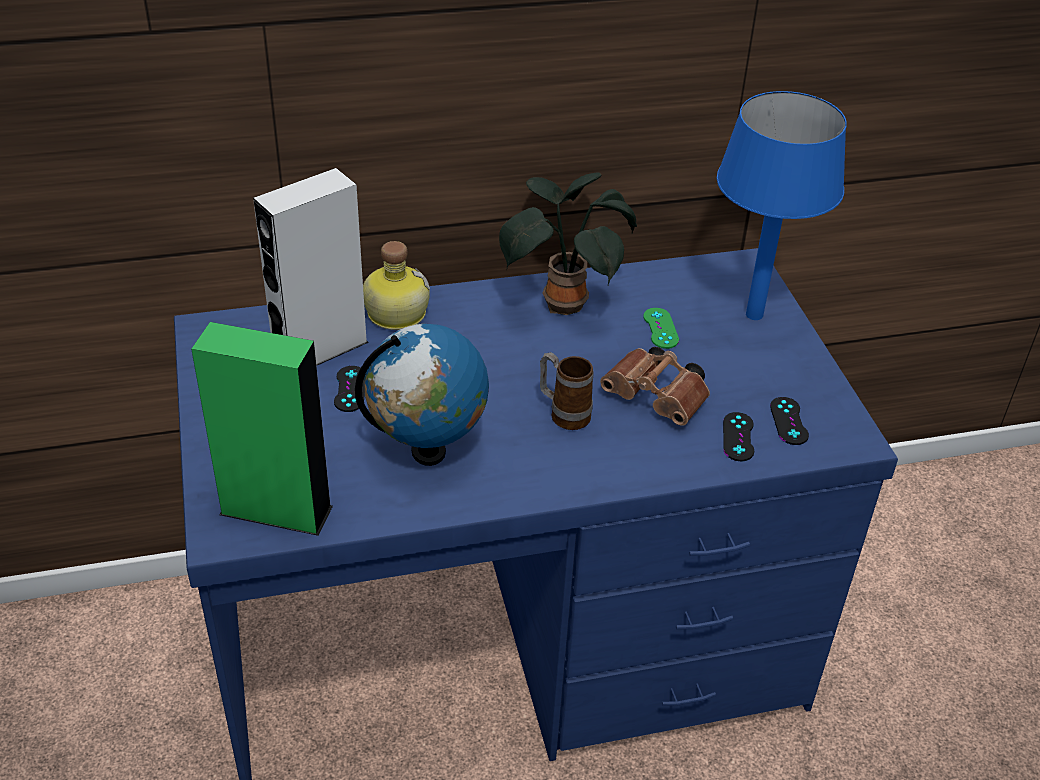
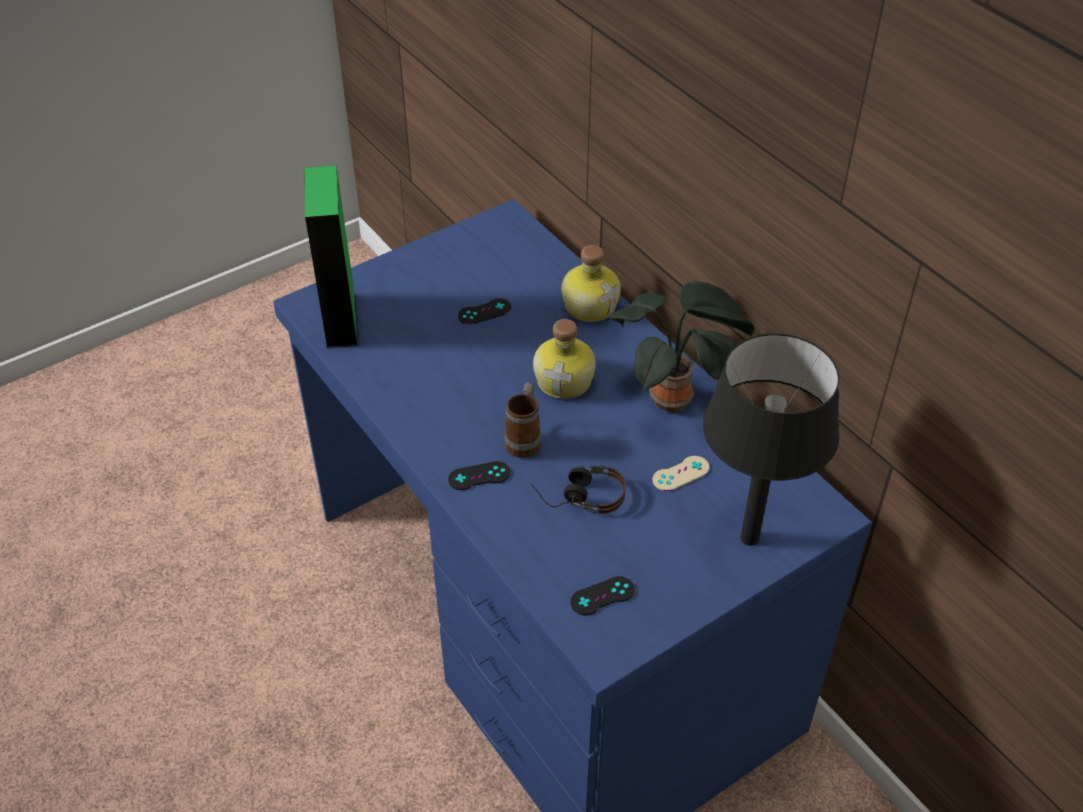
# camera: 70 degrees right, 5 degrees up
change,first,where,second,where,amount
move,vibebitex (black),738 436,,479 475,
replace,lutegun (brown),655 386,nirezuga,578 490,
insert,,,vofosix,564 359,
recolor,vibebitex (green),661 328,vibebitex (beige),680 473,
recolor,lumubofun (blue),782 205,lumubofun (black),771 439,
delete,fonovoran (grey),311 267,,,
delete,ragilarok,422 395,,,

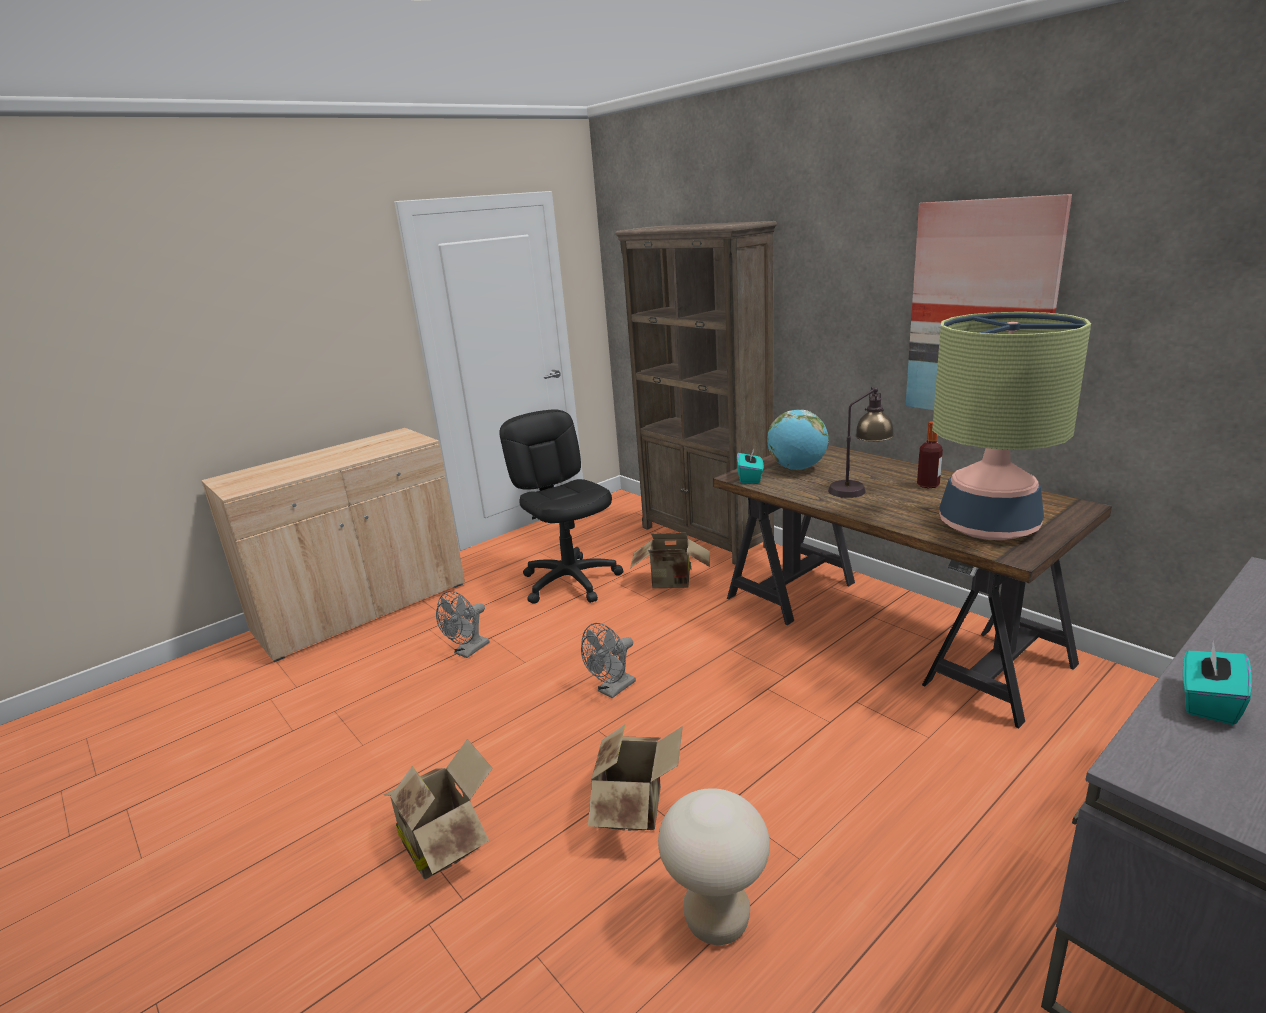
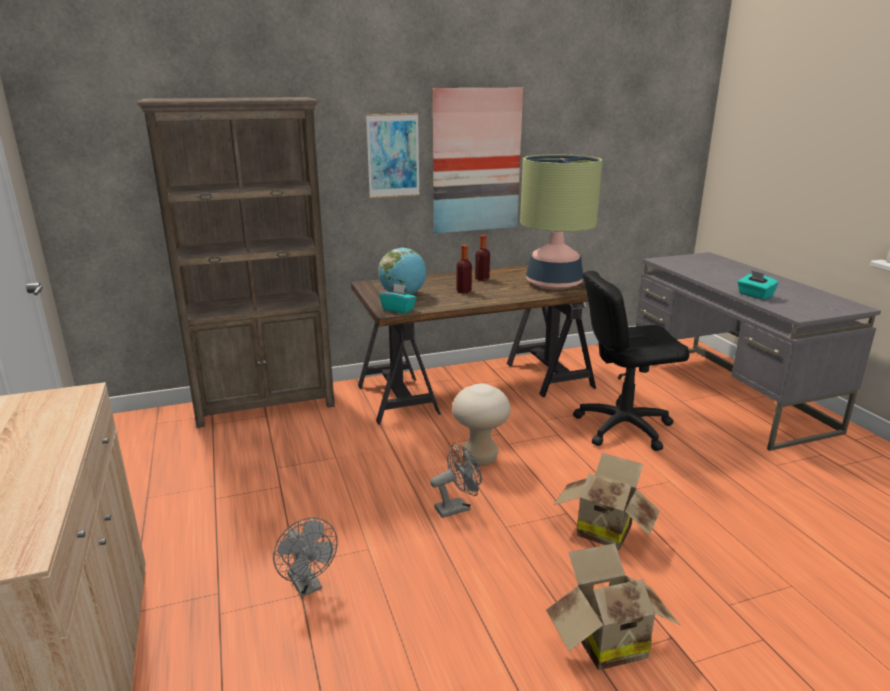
# camera: 70 degrees left, 0 degrees up
change,first,where,second,where,amount
insert,,,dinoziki,393 155,
rotate,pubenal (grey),608 660,,456 481,90 degrees counterclockwise
move,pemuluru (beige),714 866,,481 424,
replace,lumubofun,861 442,vofosix,464 269,
move,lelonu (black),561 506,,631 361,
delete,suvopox,670 560,,,

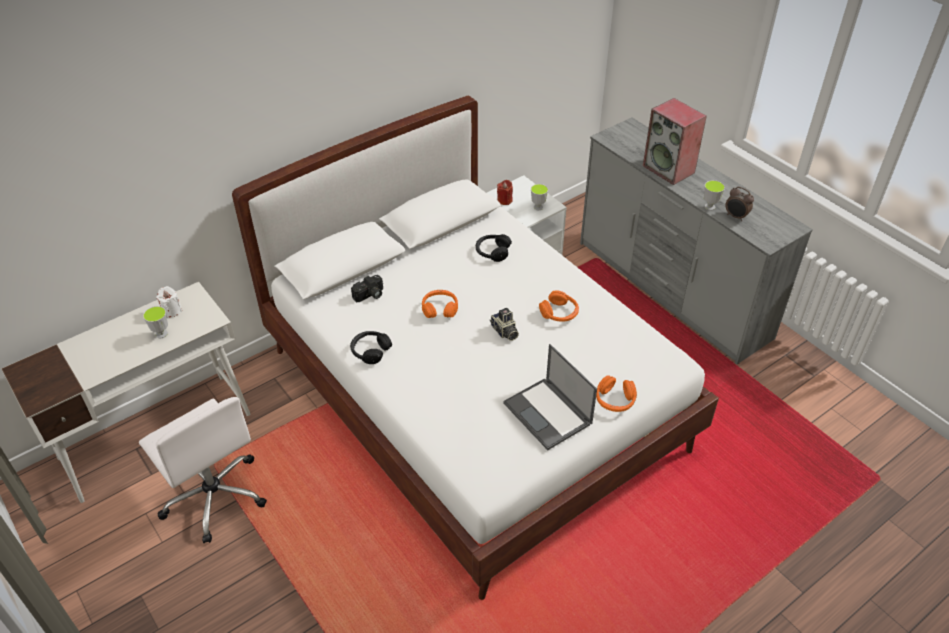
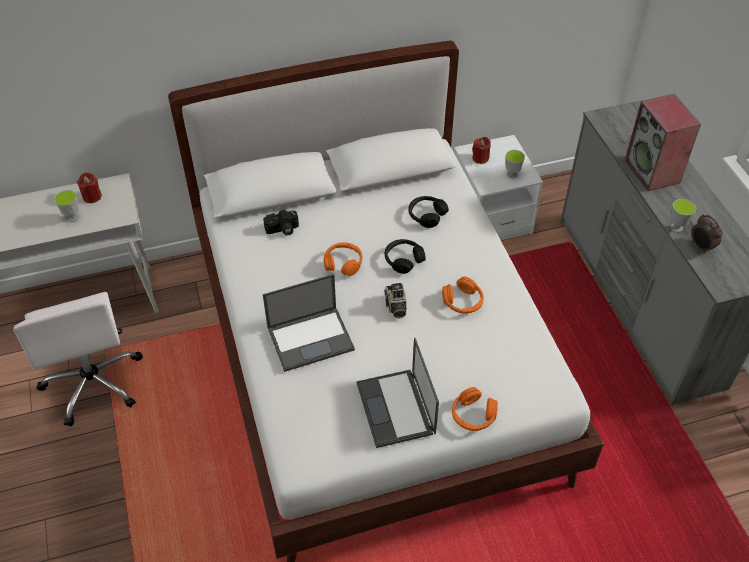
# camera: 20 degrees right, 5 degrees up
change,first,where,second,where,amount
recolor,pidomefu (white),169 301,pidomefu (red),89 187,
insert,,,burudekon,309 323,
move,nirezuga (black),371 347,,405 256,

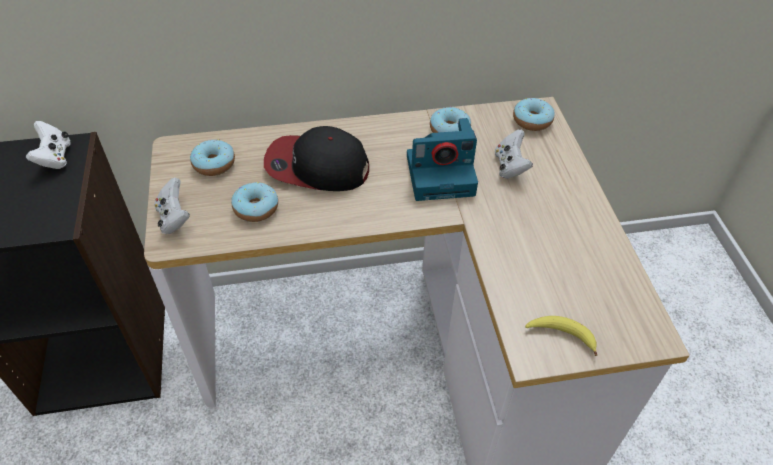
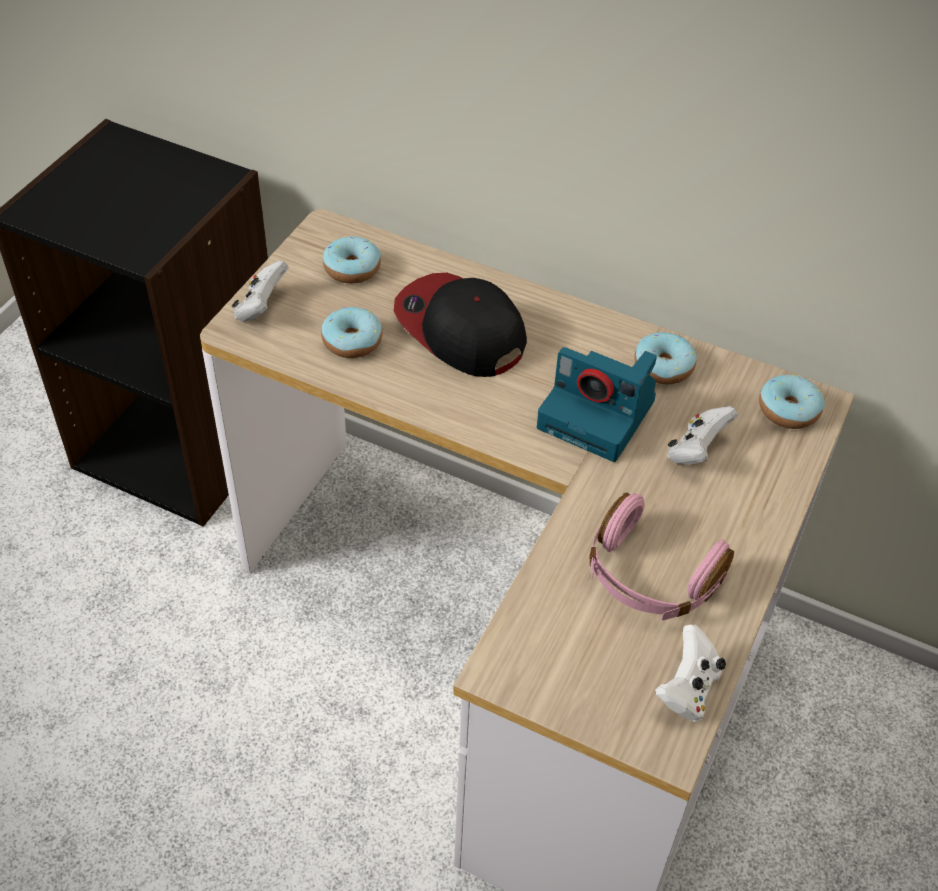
# camera: 35 degrees right, 0 degrees up
change,first,where,second,where,amount
insert,,,nirezuga (pink),662 556,
move,vibebitex (white),48 145,,690 673,
delete,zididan,561 336,,,

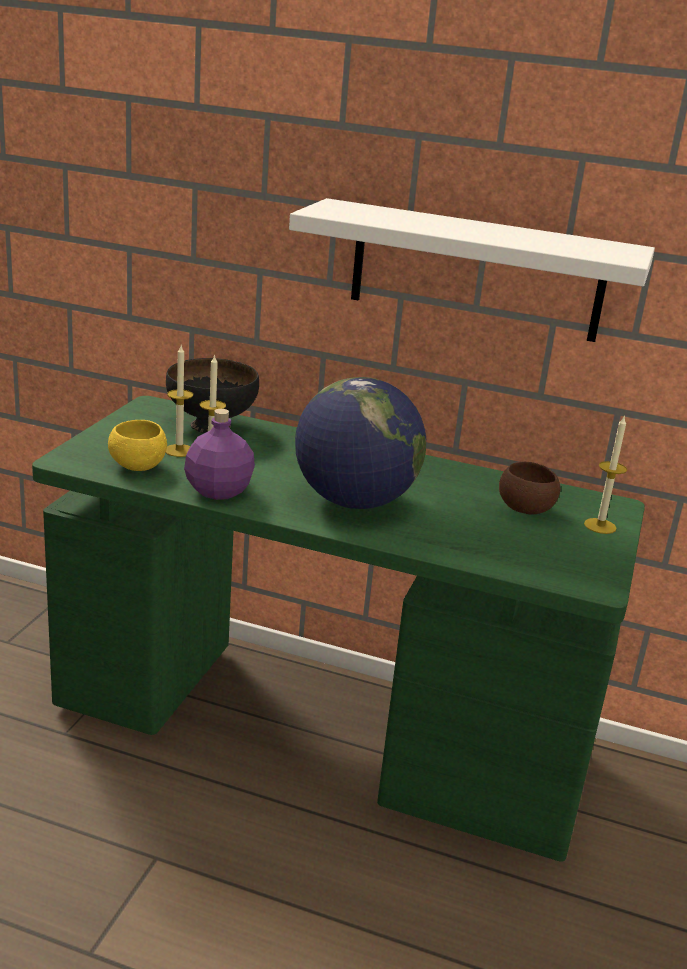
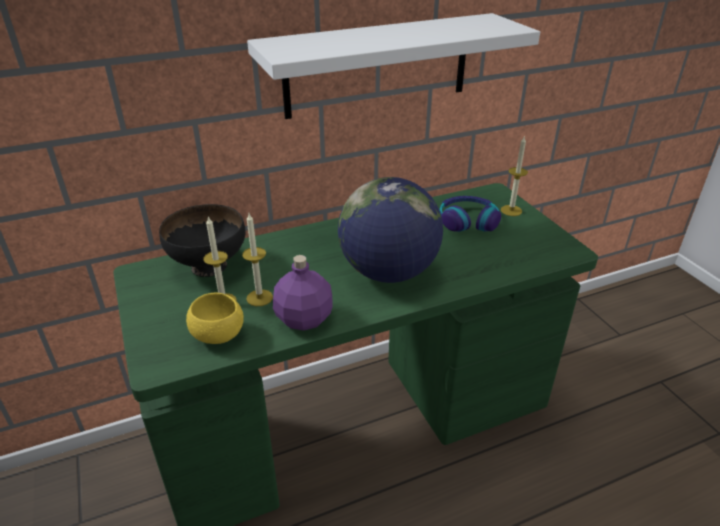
# camera: 40 degrees left, 10 degrees up
change,first,where,second,where,amount
replace,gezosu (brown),530 488,nirezuga,470 214,

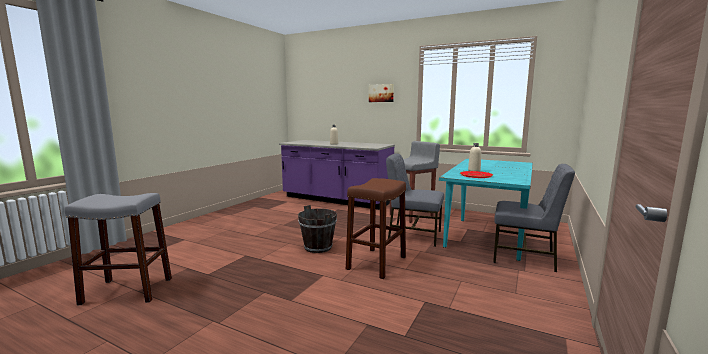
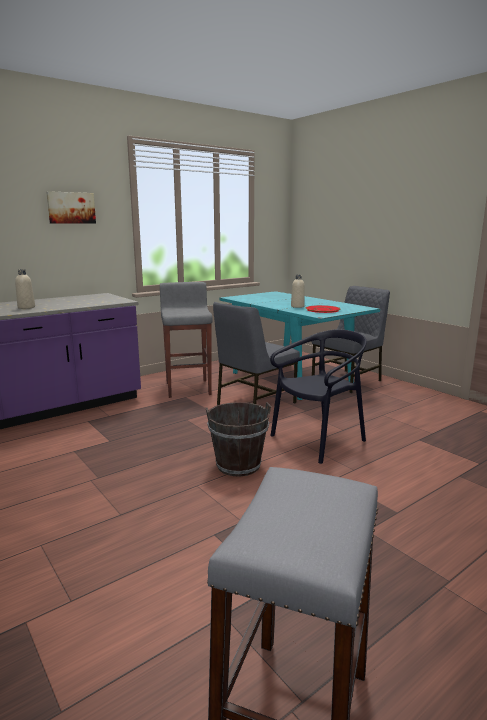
# camera: 65 degrees left, 5 degrees up
change,first,where,second,where,amount
replace,pemuluru (brown),376 228,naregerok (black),318 396,

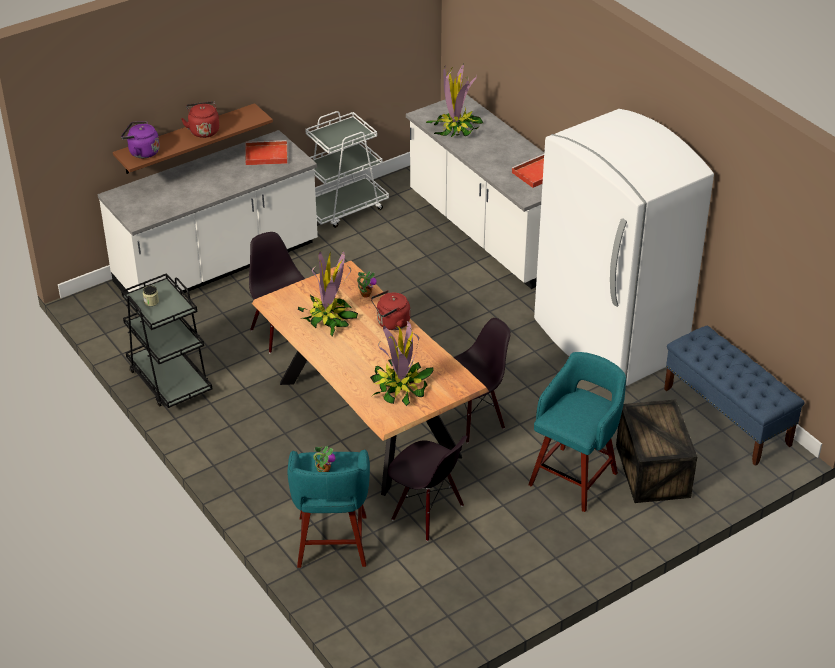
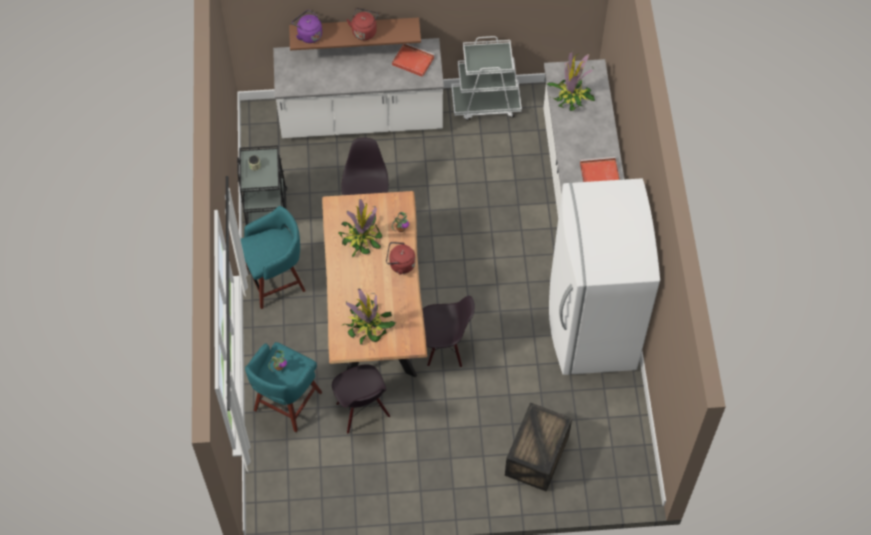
# camera: 30 degrees right, 20 degrees up
change,first,where,second,where,amount
move,pemuluru (turquoise),577 432,,273 257,
delete,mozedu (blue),734 396,,,

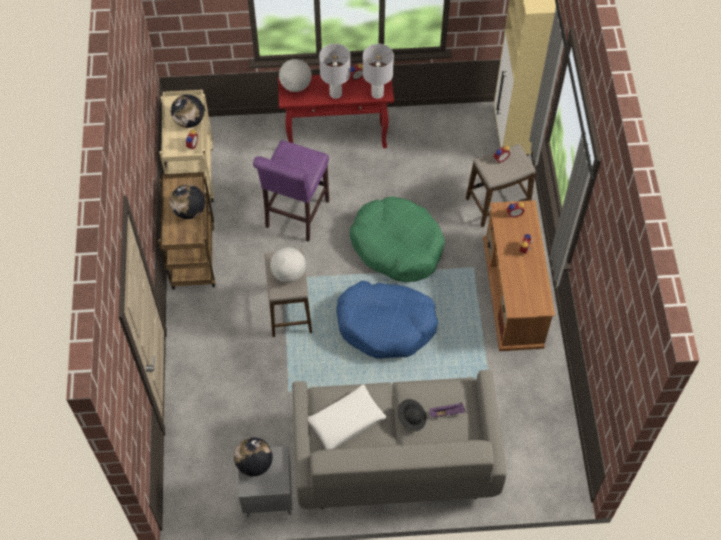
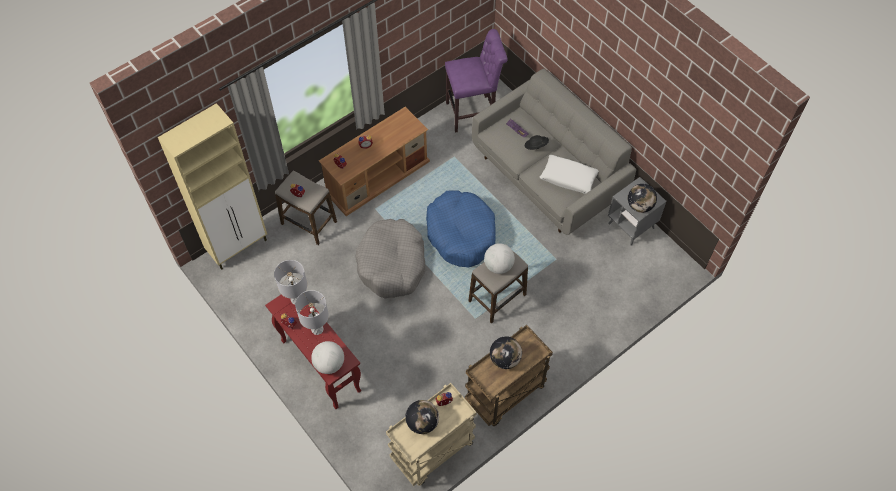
# camera: 125 degrees left, 0 degrees up
change,first,where,second,where,amount
recolor,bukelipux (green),397 239,bukelipux (grey),390 259,
move,pemuluru (purple),291 191,,476 81,

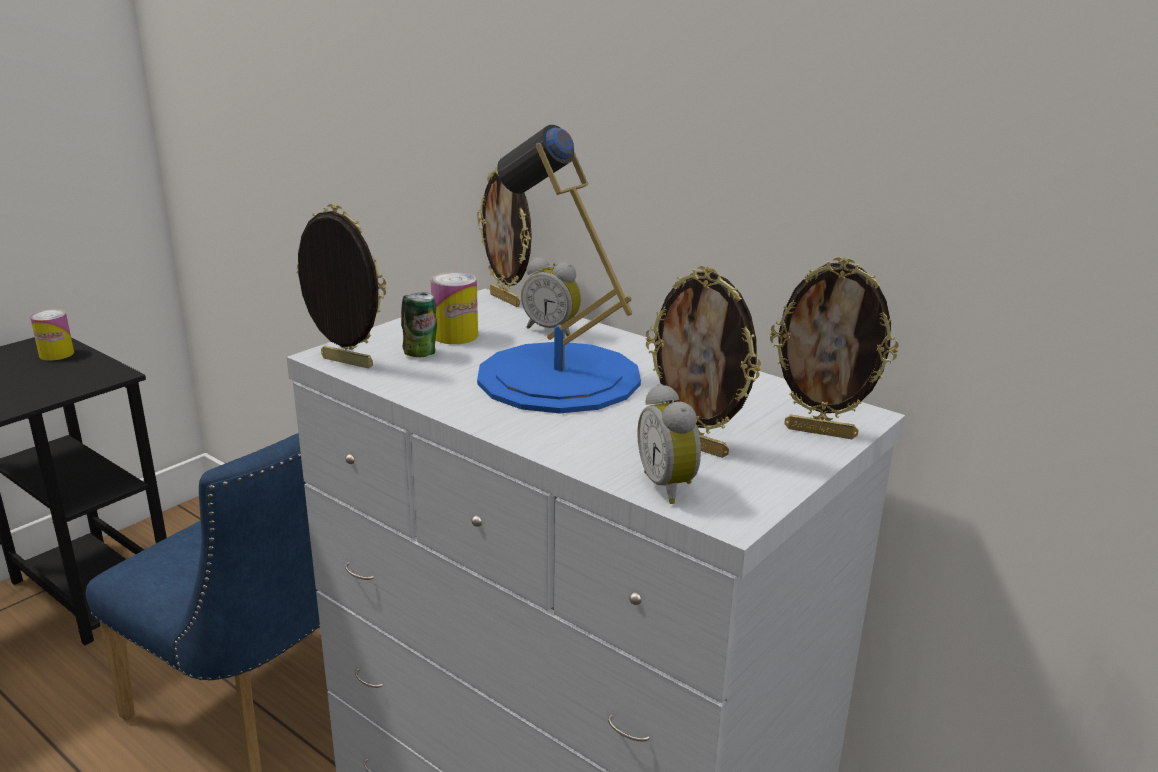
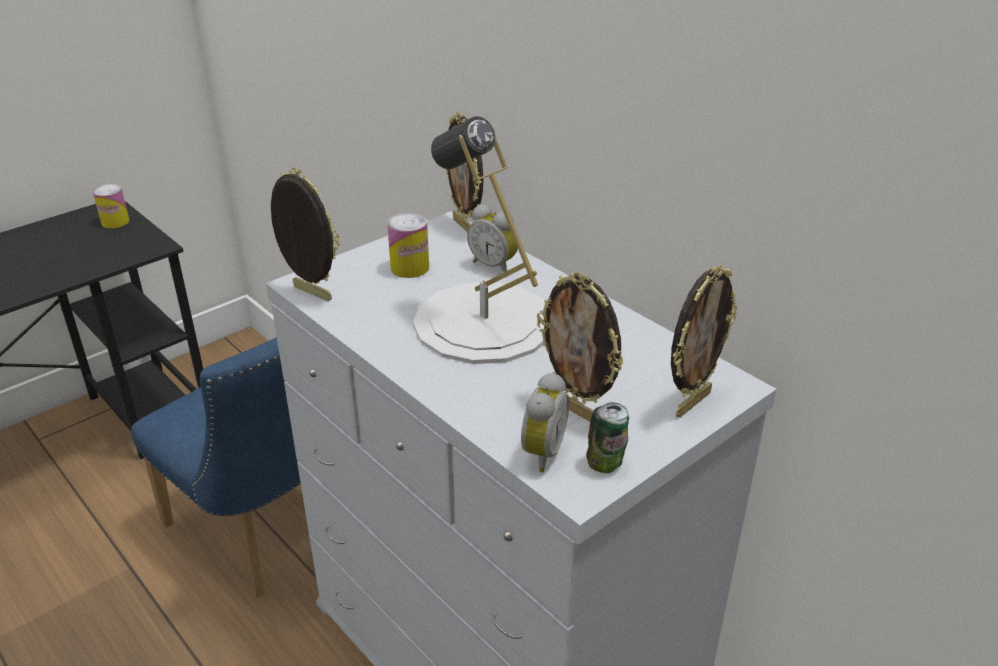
# camera: 10 degrees right, 10 degrees up
change,first,where,second,where,amount
recolor,lumubofun (blue),559 269,lumubofun (white),479 240,
rotate,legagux,669 443,,545 422,150 degrees counterclockwise
move,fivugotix,419 324,,607 437,
rotate,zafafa,834 348,,704 341,75 degrees counterclockwise

